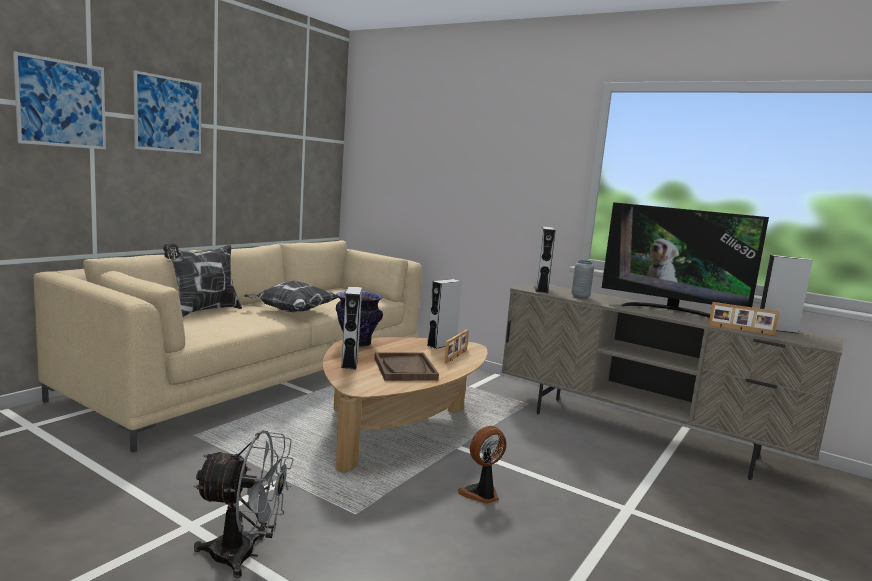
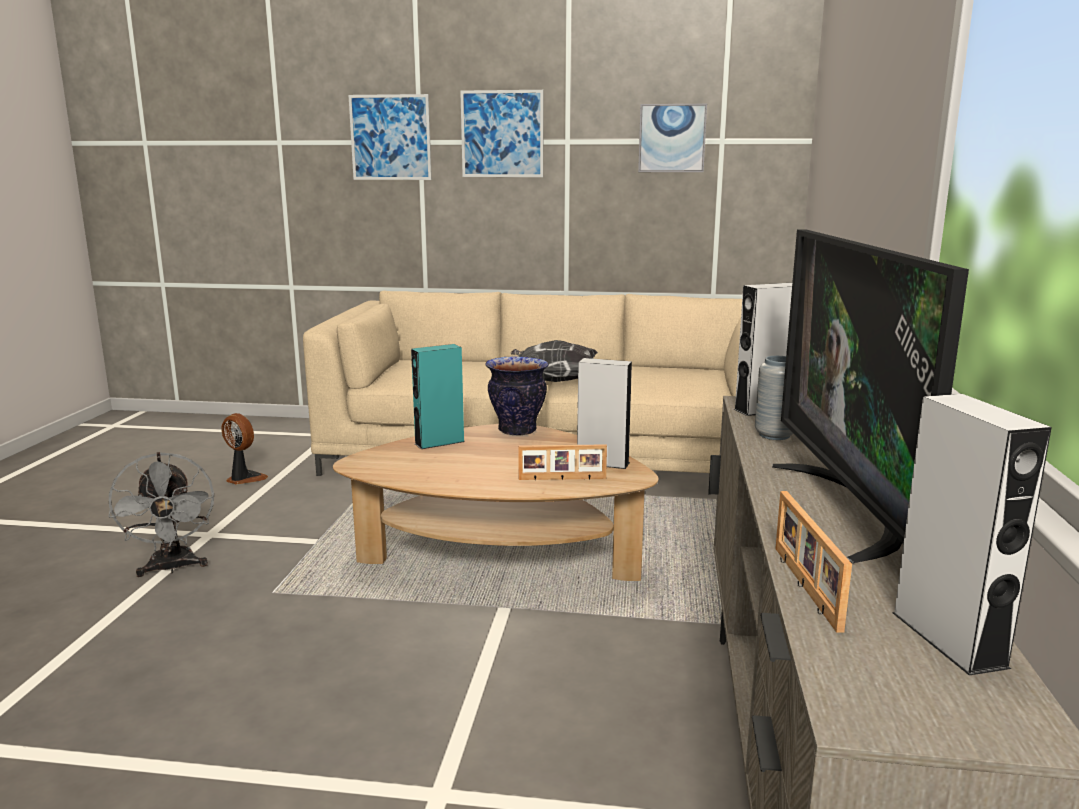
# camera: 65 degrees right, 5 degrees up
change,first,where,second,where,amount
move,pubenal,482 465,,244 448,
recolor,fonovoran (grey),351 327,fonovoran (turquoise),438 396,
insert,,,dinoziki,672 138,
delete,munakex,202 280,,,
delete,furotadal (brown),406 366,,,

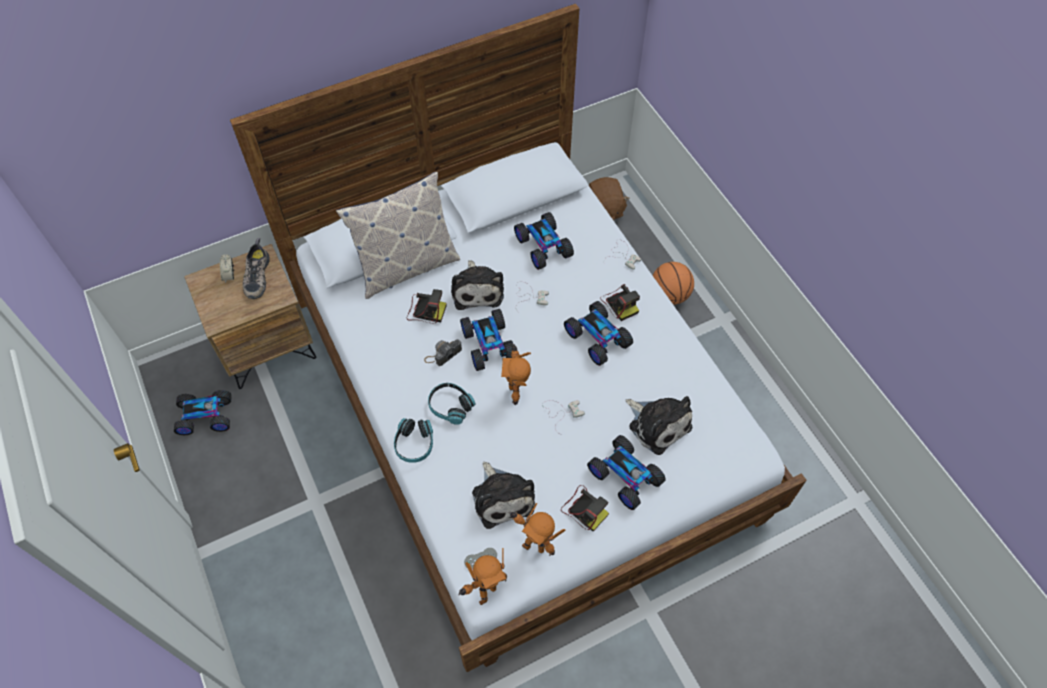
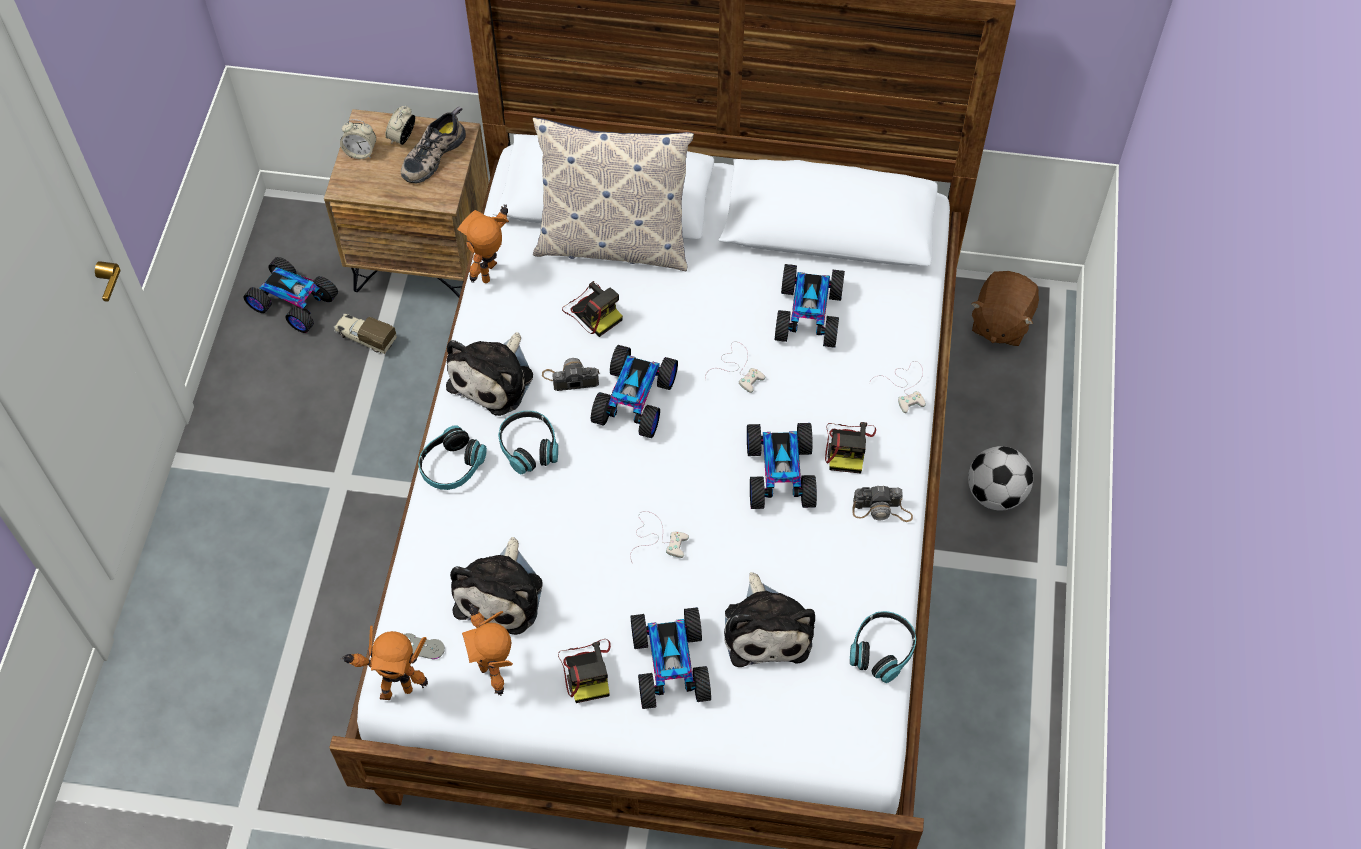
# camera: 35 degrees right, 0 degrees up
change,first,where,second,where,amount
insert,,,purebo,365 333,
insert,,,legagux,358 139,
move,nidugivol,477 285,,489 374,
move,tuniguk,516 374,,483 243,
insert,,,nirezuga,883 647,
insert,,,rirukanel,882 503,
replace,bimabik,673 283,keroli,1000 478,

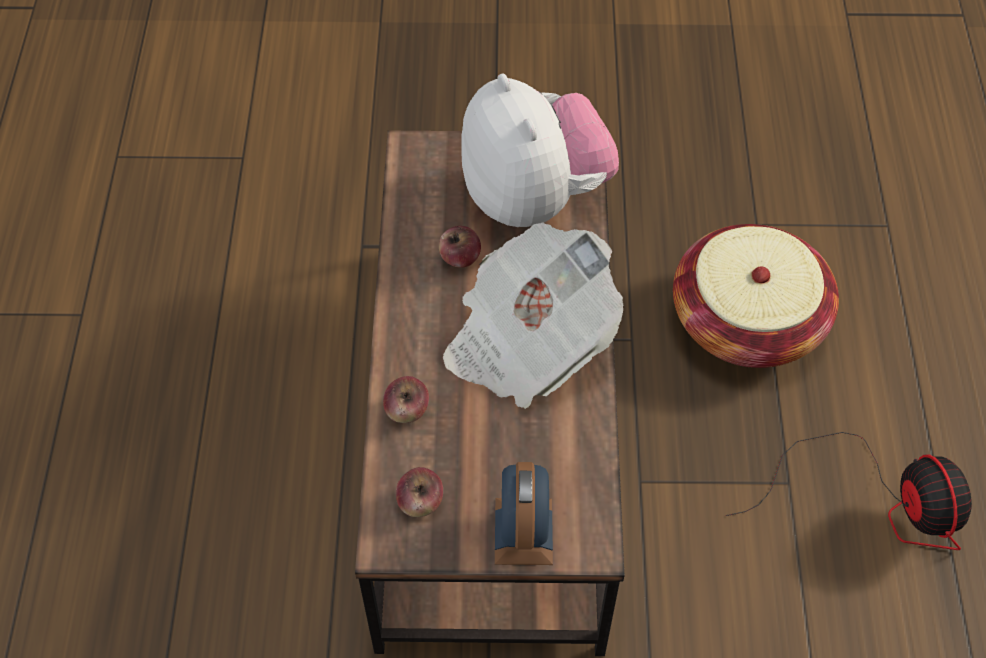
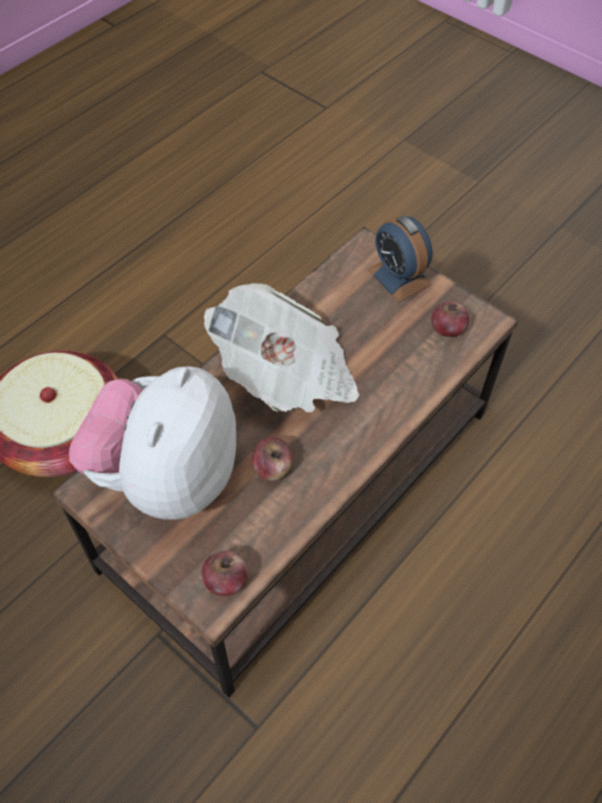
# camera: 140 degrees left, 0 degrees up
change,first,where,second,where,amount
move,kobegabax,406 399,,225 573,
rotate,legagux,524 513,,400 259,105 degrees clockwise
delete,pubenal,849 491,,,

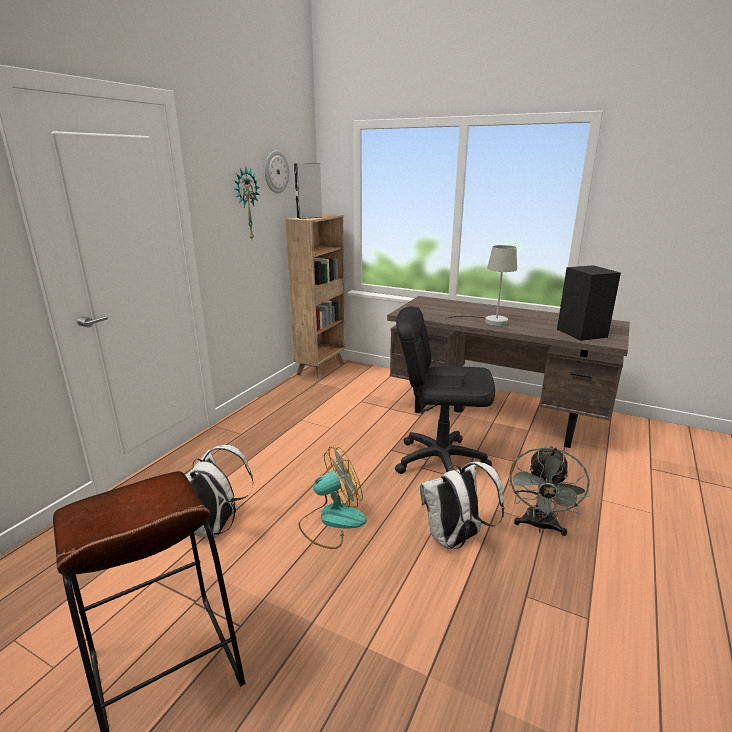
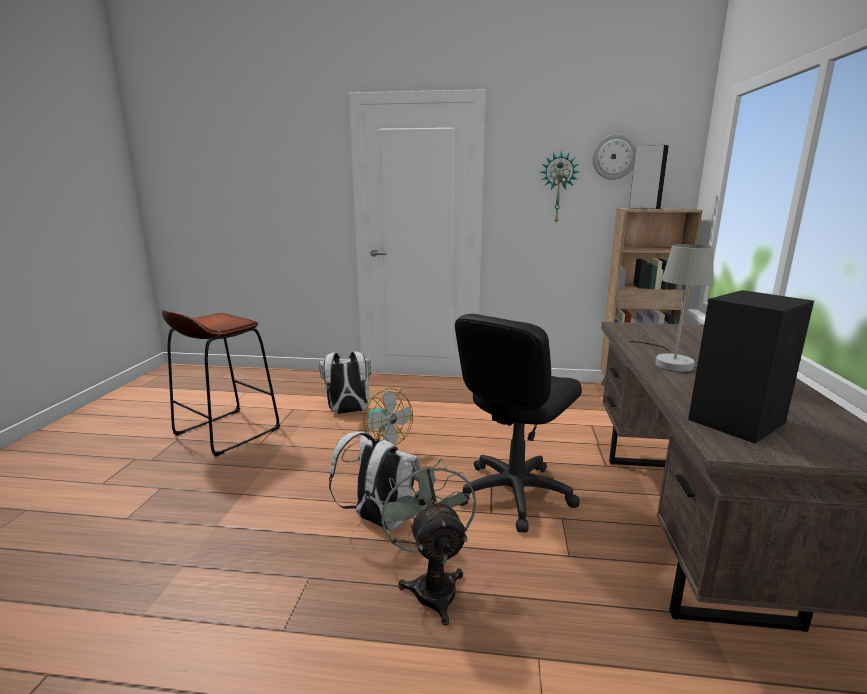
# camera: 70 degrees right, 5 degrees down
change,first,where,second,where,amount
rotate,pubenal (grey),549 491,,427 542,75 degrees clockwise
rotate,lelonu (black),445 390,,518 423,135 degrees counterclockwise

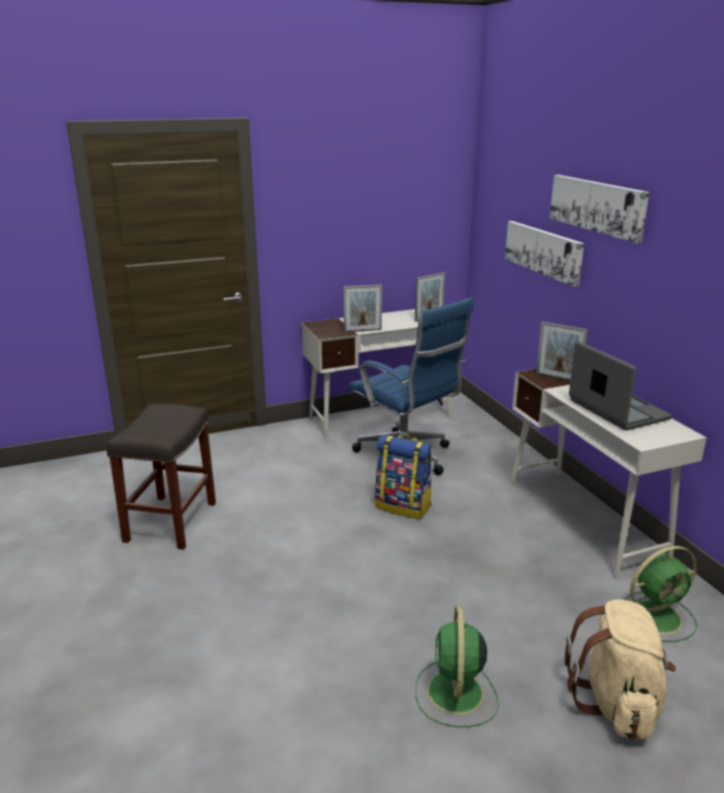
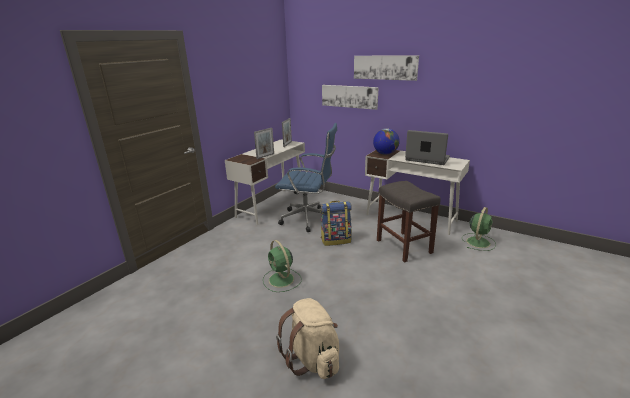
# camera: 35 degrees left, 0 degrees up
change,first,where,second,where,amount
move,pubenal (green),457 666,,282 266,
move,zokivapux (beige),620 669,,307 338,
replace,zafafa,562 351,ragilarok,386 141,
move,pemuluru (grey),161 476,,409 221,

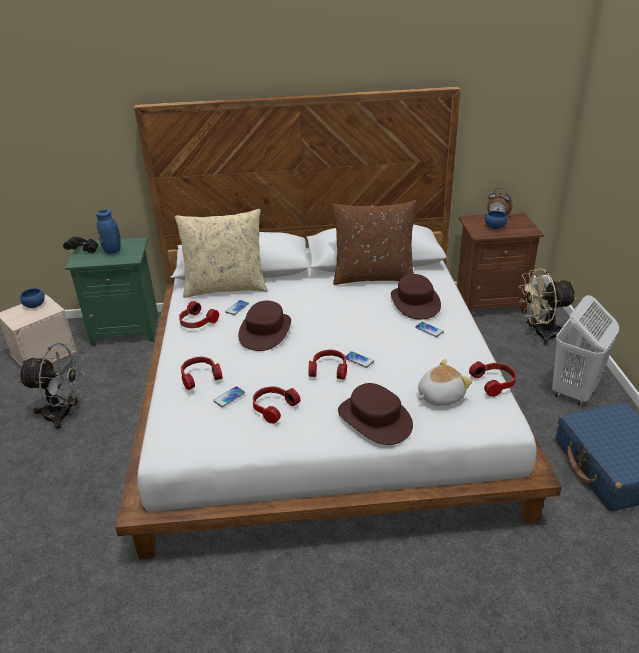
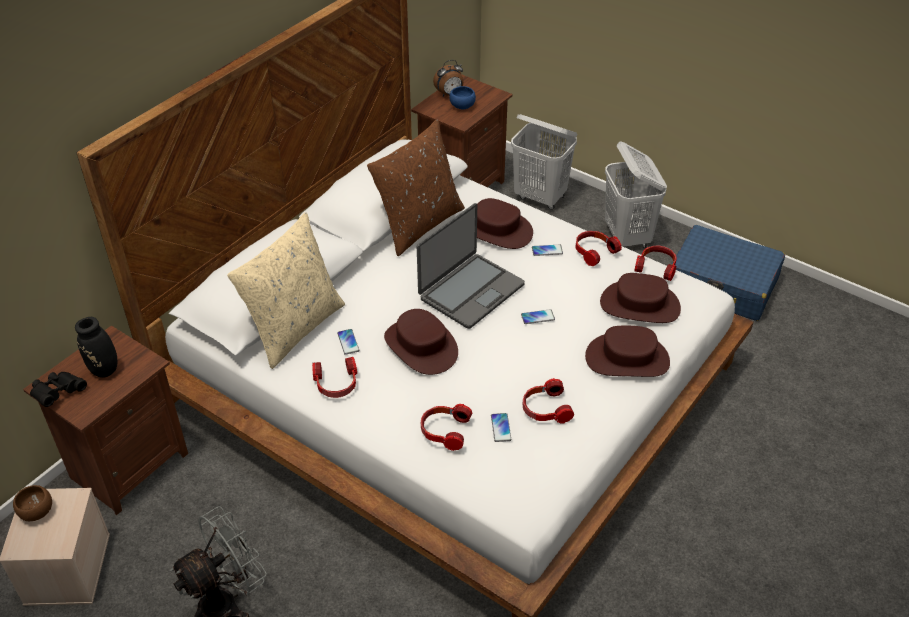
# camera: 50 degrees left, 10 degrees up
change,first,where,second,where,amount
recolor,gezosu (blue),32 298,gezosu (brown),32 503,
recolor,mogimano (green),111 291,mogimano (brown),105 420,
recolor,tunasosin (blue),108 231,tunasosin (black),108 345,
insert,,,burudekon,471 266,
replace,pubenal (beige),547 307,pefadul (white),544 162,
move,nirezuga,328 365,,598 248,
replace,nidugivol,445 382,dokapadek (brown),640 298,

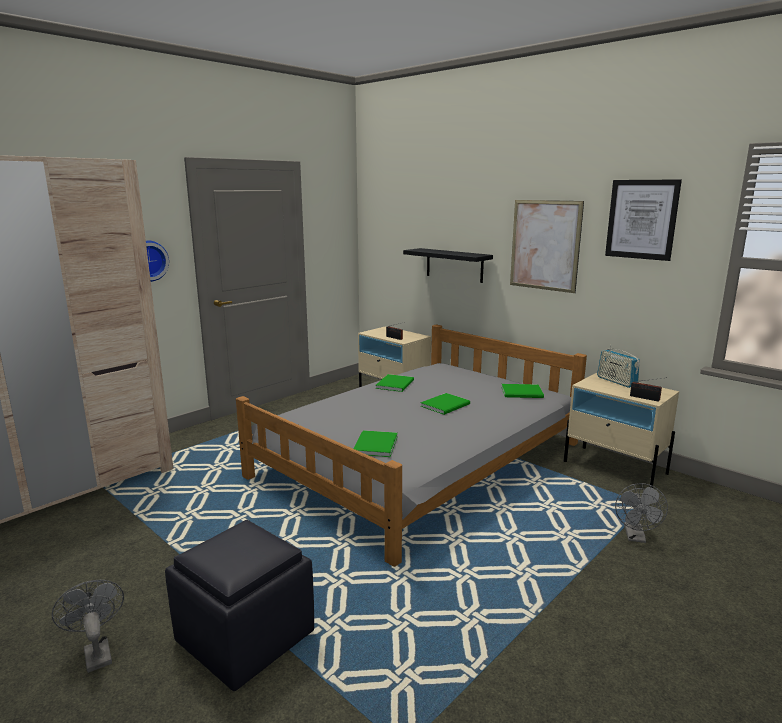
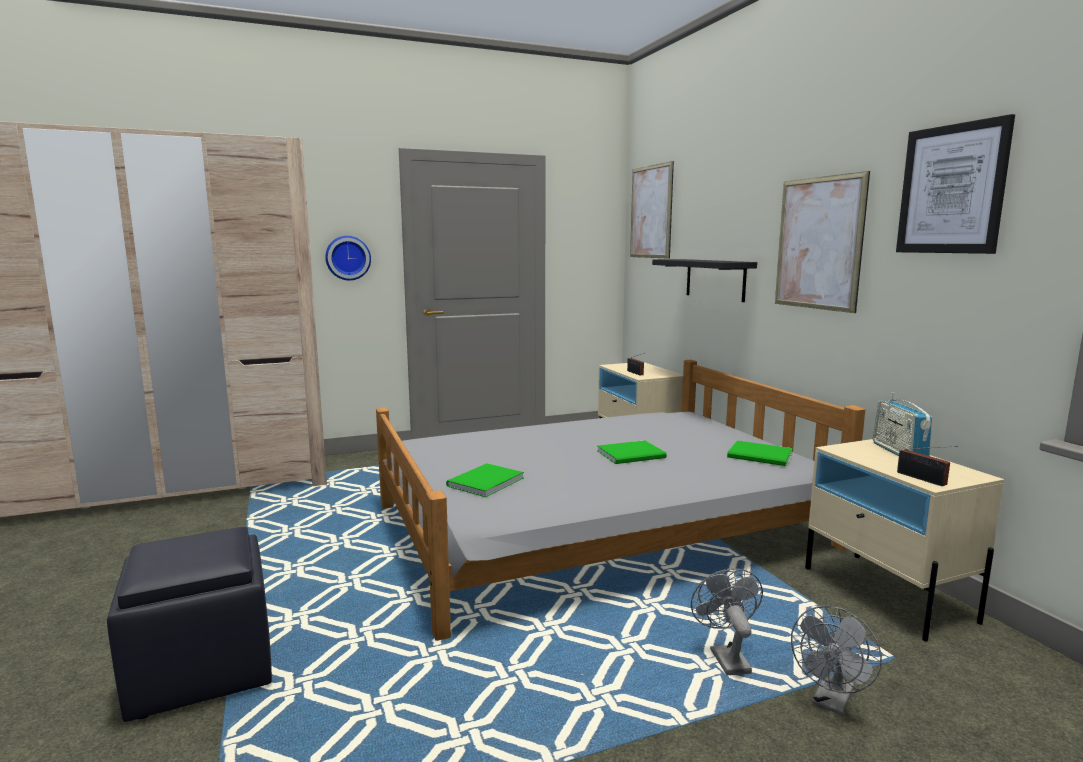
# camera: 25 degrees right, 5 degrees down
change,first,where,second,where,amount
insert,,,dinoziki,652 210,
move,pubenal (grey),88 626,,727 621,
delete,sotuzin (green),395 383,,,

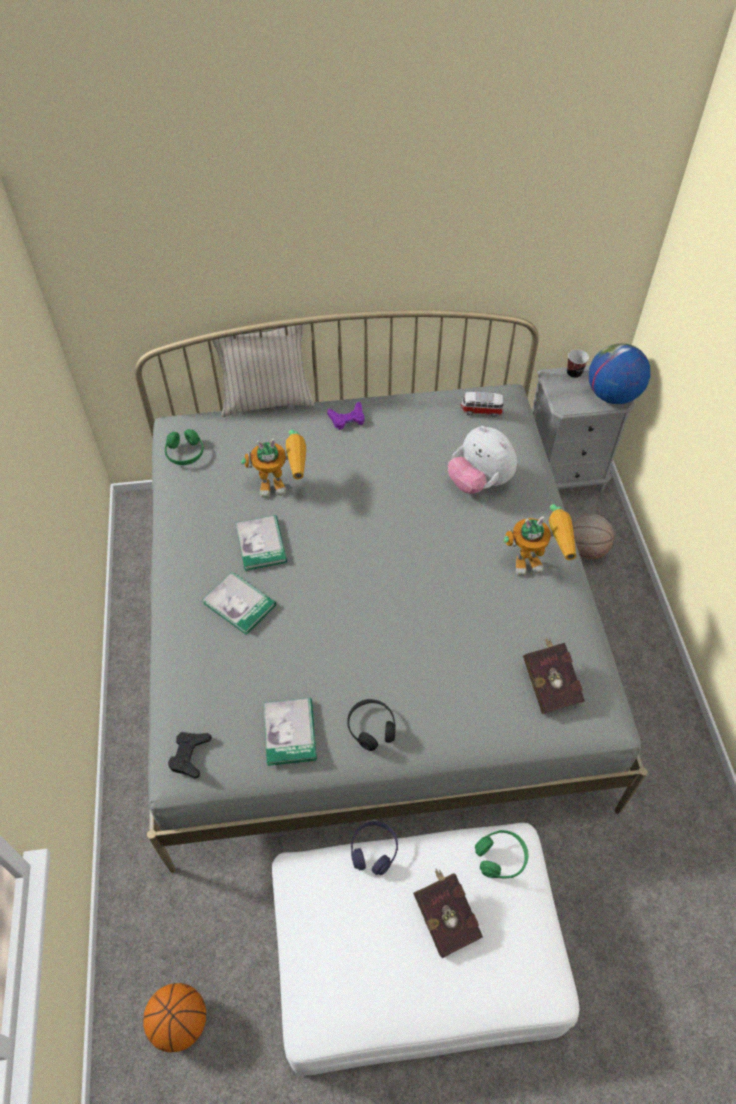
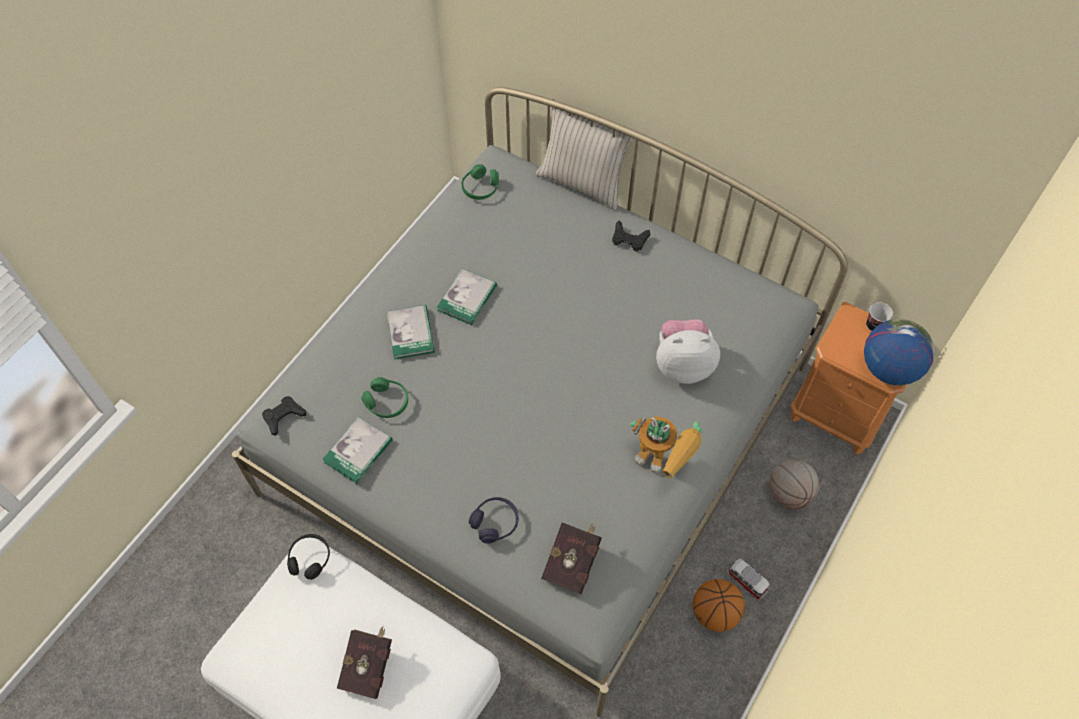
# camera: 40 degrees right, 5 degrees up
change,first,where,second,where,amount
move,nirezuga (black),371 725,,308 557,
move,nirezuga (green),501 854,,384 397,
move,nirezuga (purple),374 848,,494 520,
recolor,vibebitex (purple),346 416,vibebitex (black),631 236,
rotate,nidugivol,482 460,,688 351,90 degrees clockwise
move,bimabik,174 1017,,719 605,
move,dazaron,481 404,,748 580,
recolor,mogimano (grey),583 428,mogimano (orange),848 378,
delete,tuniguk,273 464,,,

